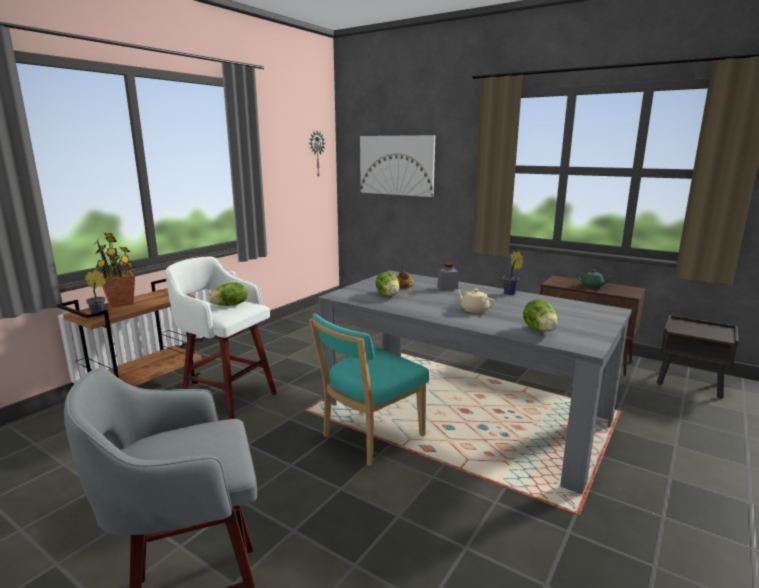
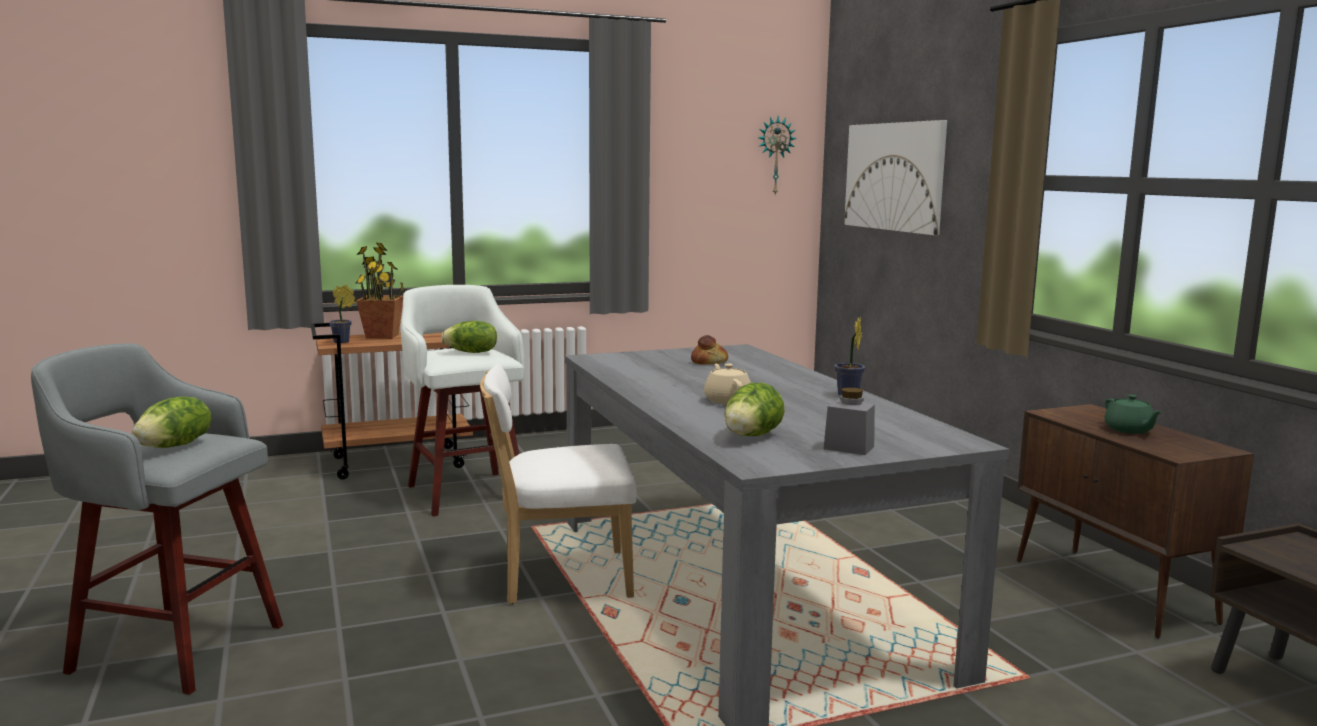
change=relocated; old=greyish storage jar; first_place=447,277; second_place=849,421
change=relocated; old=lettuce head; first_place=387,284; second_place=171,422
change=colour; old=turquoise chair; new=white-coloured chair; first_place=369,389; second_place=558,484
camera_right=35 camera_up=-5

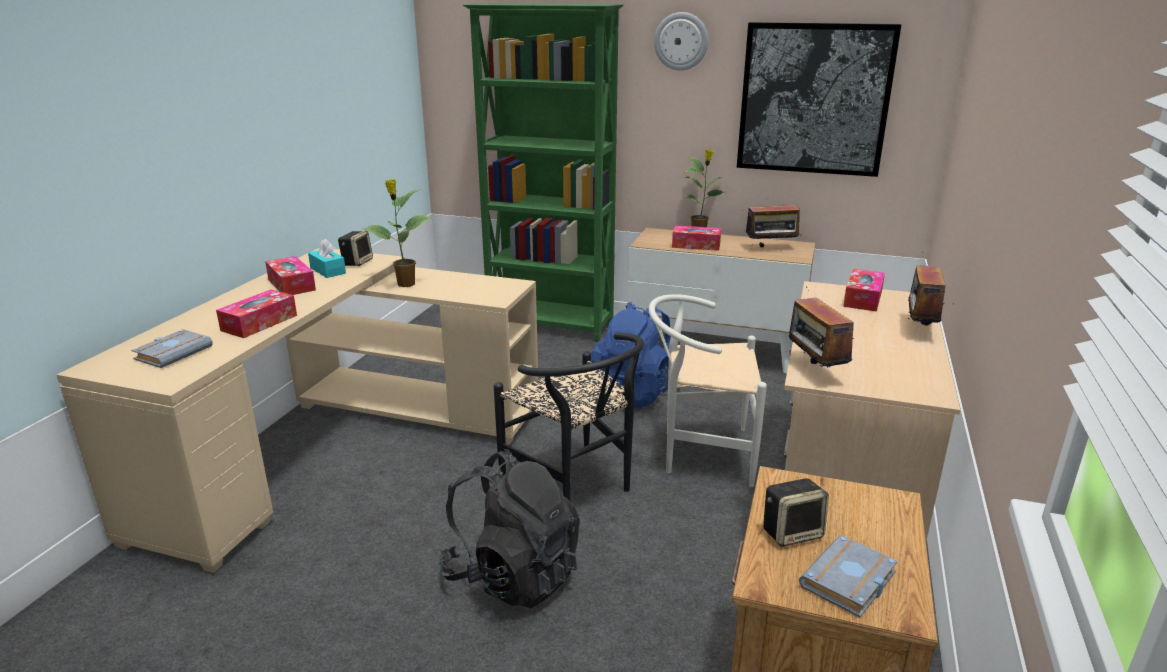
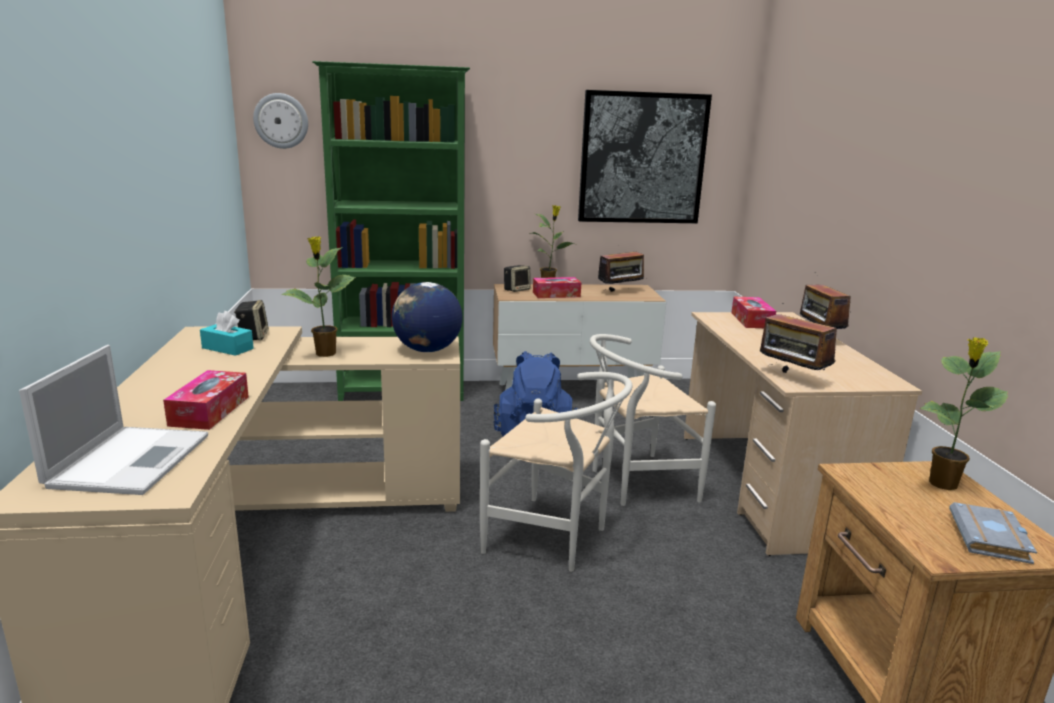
change=relocated; old=hanging clock; first_place=681,41; second_place=280,121
change=missing; old=box of tissues; first_place=290,275
change=exchanged; old=greyish bound book; new=laptop; first_place=172,348; second_place=113,420
change=colour; old=black chair; new=white-coloured chair; first_place=569,416; second_place=556,472
change=missing; old=black knapsack; first_place=509,528
change=relocated; old=speaker; first_place=796,512; second_place=517,278
change=appeared; new=desk globe; second_place=427,317
change=appeared; new=potted plant; second_place=964,413
camera_right=-25 camera_up=-5

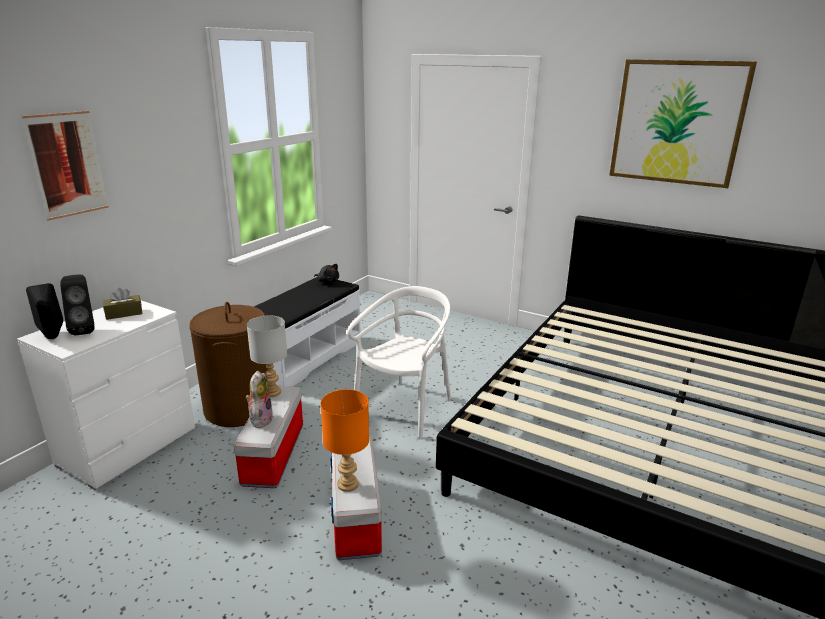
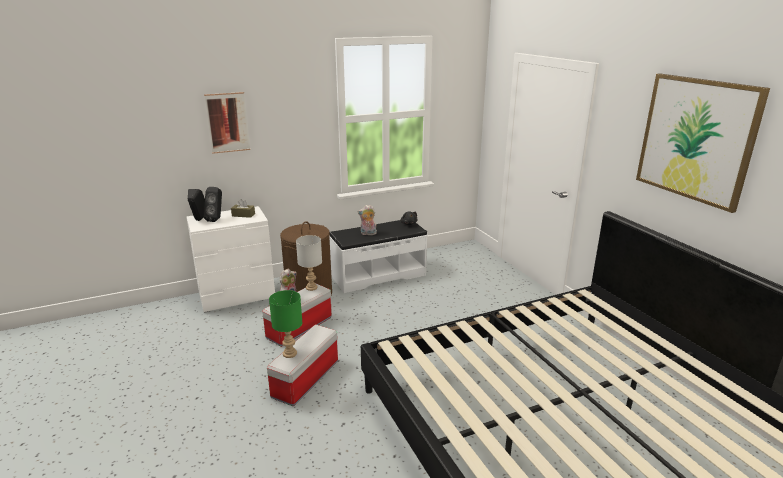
change=missing; old=white-coloured chair; first_place=399,362
change=colour; old=orange table lamp; new=green table lamp; first_place=345,440; second_place=285,324
change=appeared; new=cuddly toy; second_place=367,220
camera_right=35 camera_up=0

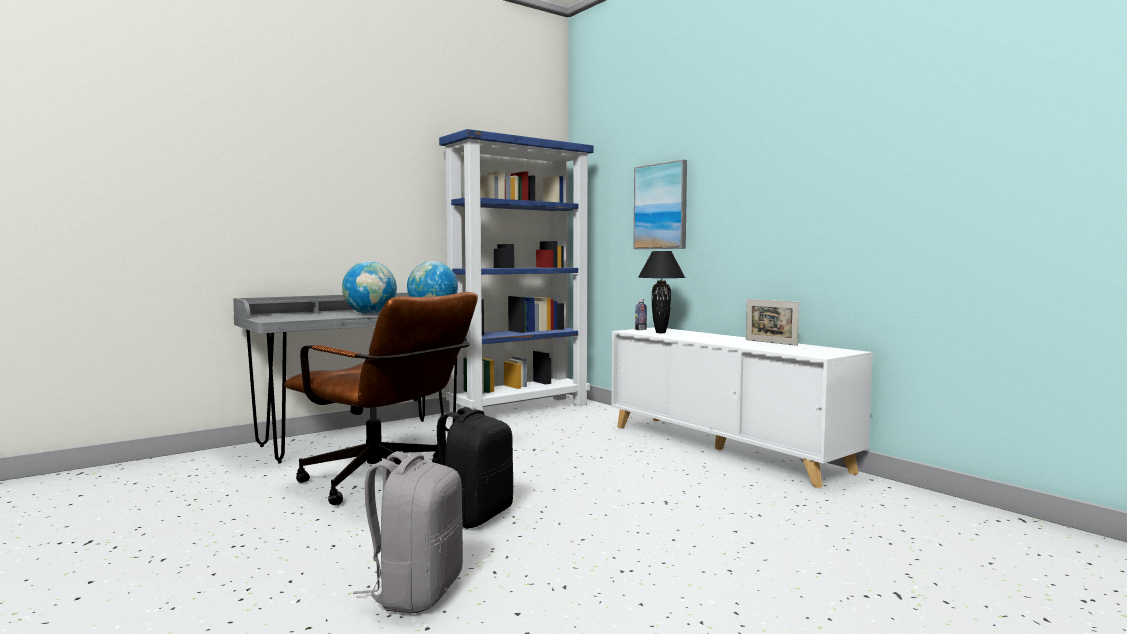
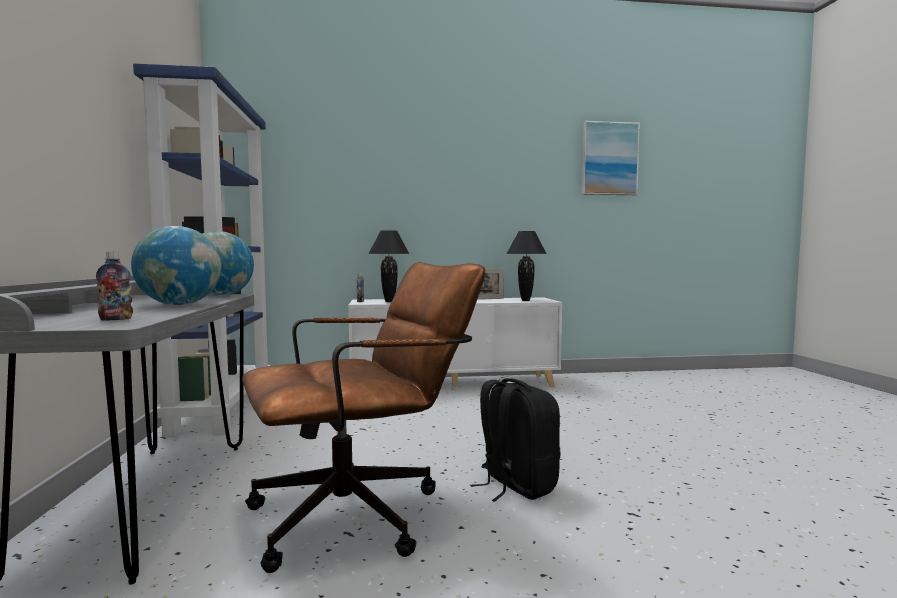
change=relocated; old=picture; first_place=660,204; second_place=611,158
change=missing; old=greyish knapsack; first_place=408,532
change=appeared; new=black table lamp; second_place=526,266
change=appeared; new=beverage bottle; second_place=114,286
camera_right=-60 camera_up=0

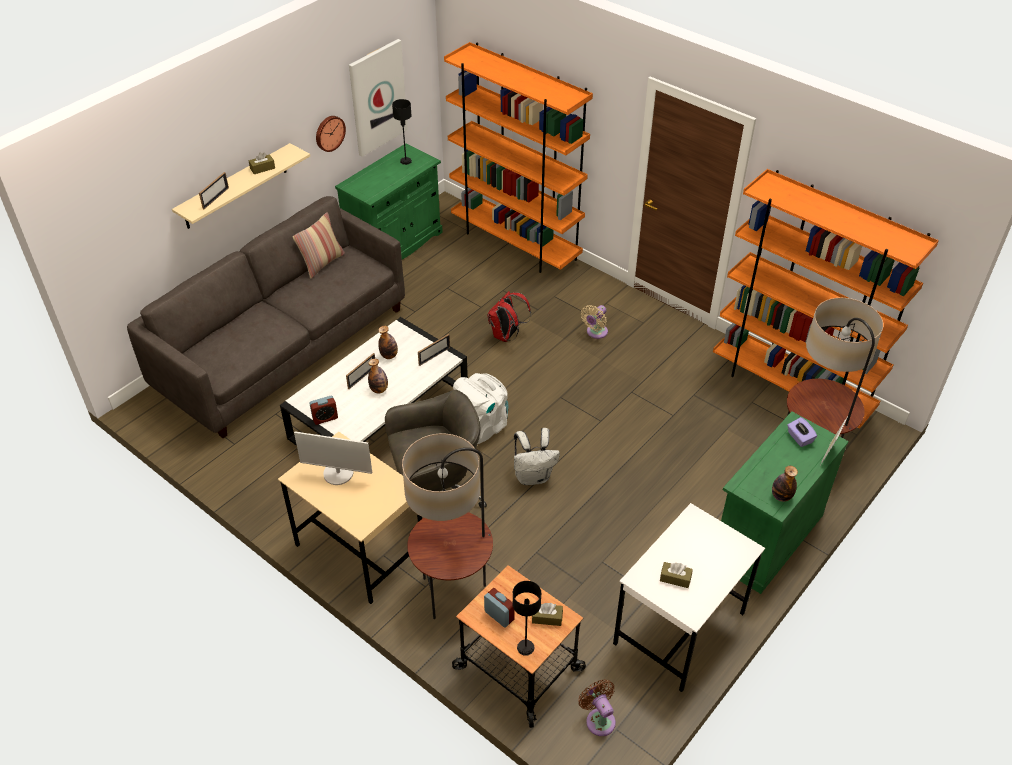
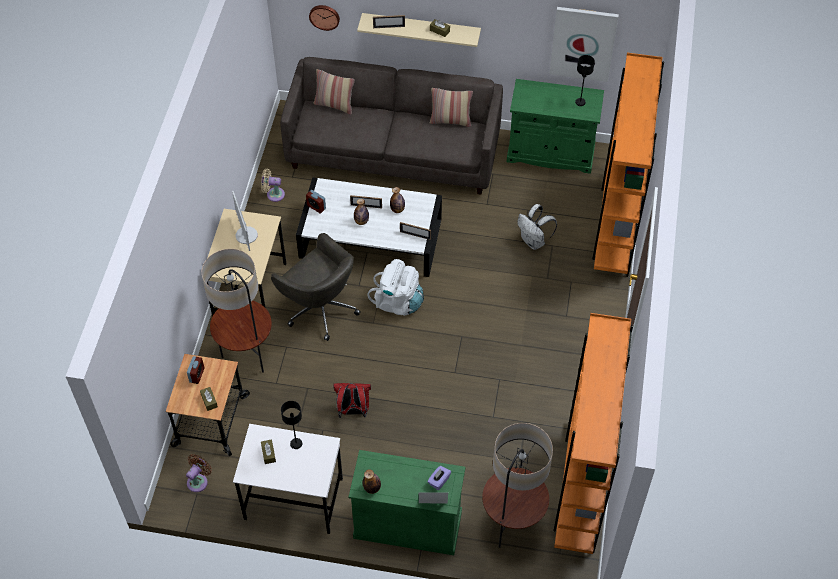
change=relocated; old=hanging clock; first_place=331,134; second_place=324,18
change=relocated; old=red knapsack; first_place=509,316; second_place=352,400
change=relocated; old=beige electric fan; first_place=594,322; second_place=273,185
change=relocated; old=white-coloured knapsack; first_place=537,456; second_place=537,227
change=relocated; old=black table lamp; first_place=526,618; second_place=291,425
change=appeared; new=pillow; second_place=334,92
camera_right=60 camera_up=10

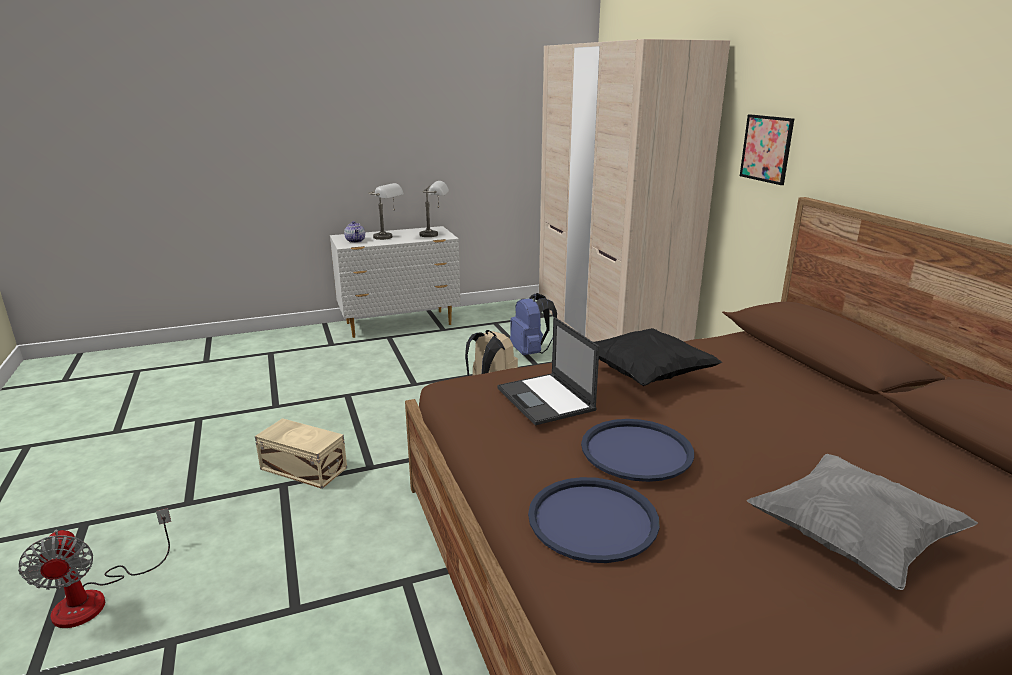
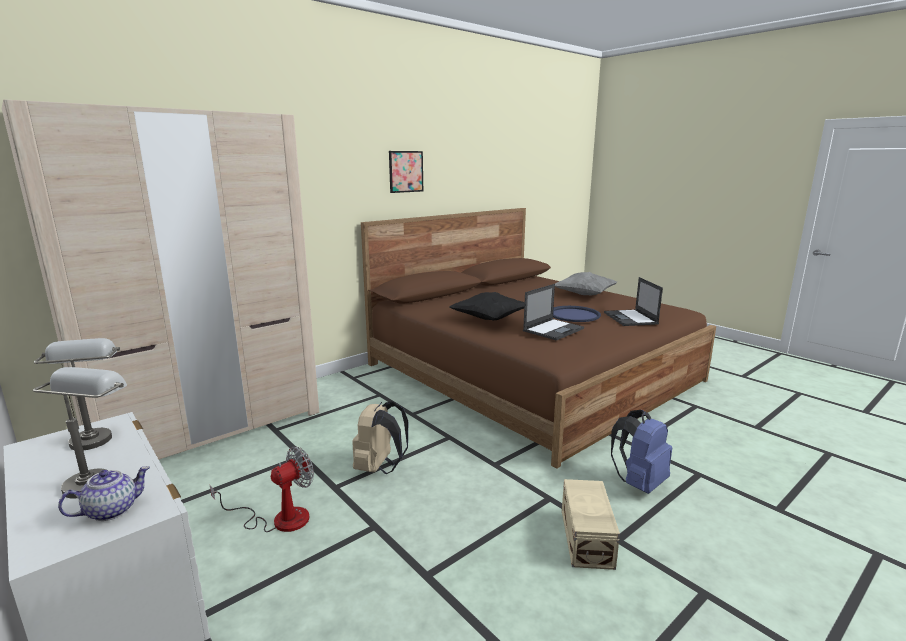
change=relocated; old=picture; first_place=767,149; second_place=406,172
change=relocated; old=bluish knapsack; first_place=533,324; second_place=641,452
change=exchanged; old=bluish carrying tray; new=laptop; first_place=594,520; second_place=633,301
change=relocated; old=electric fan; first_place=94,568; second_place=262,489
camera_right=-110 camera_up=-5

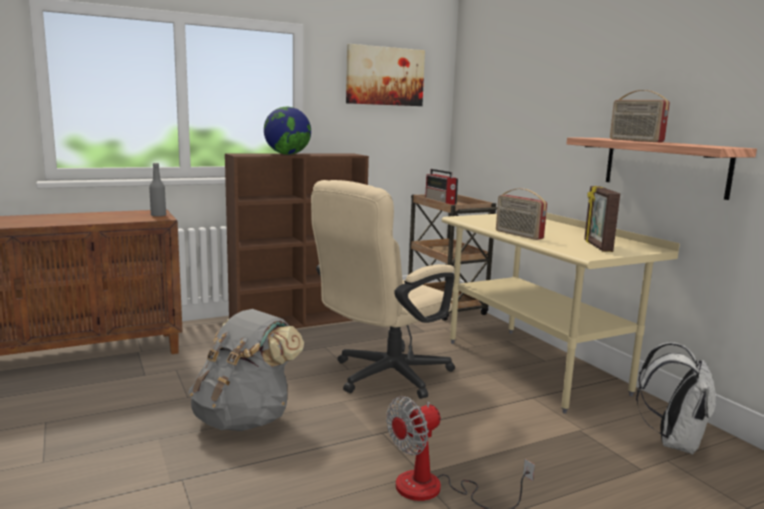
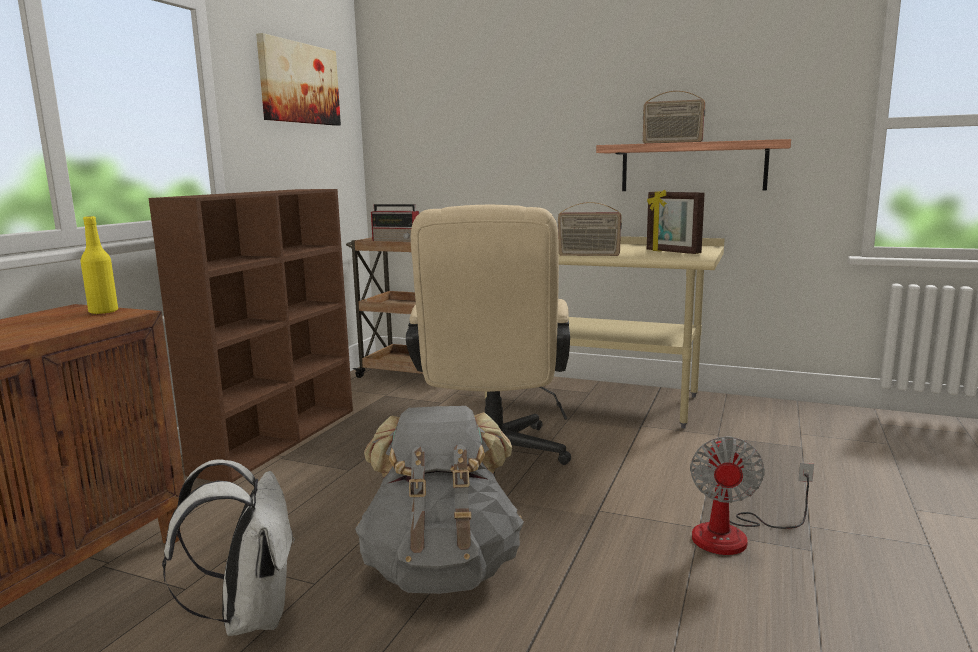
change=missing; old=desk globe; first_place=287,131
change=colour; old=greyish beverage bottle; new=yellow beverage bottle; first_place=157,190; second_place=99,265
change=relocated; old=white-coloured knapsack; first_place=676,398; second_place=228,547
camera_right=-40 camera_up=0

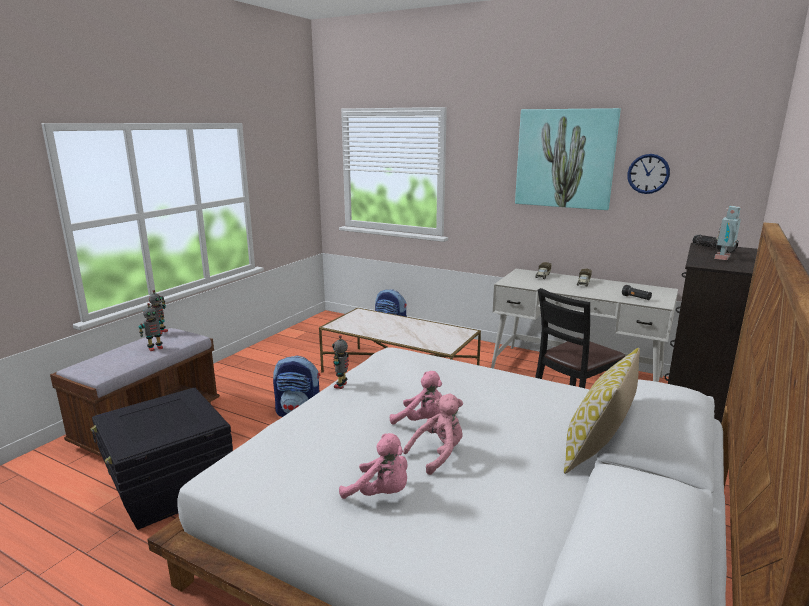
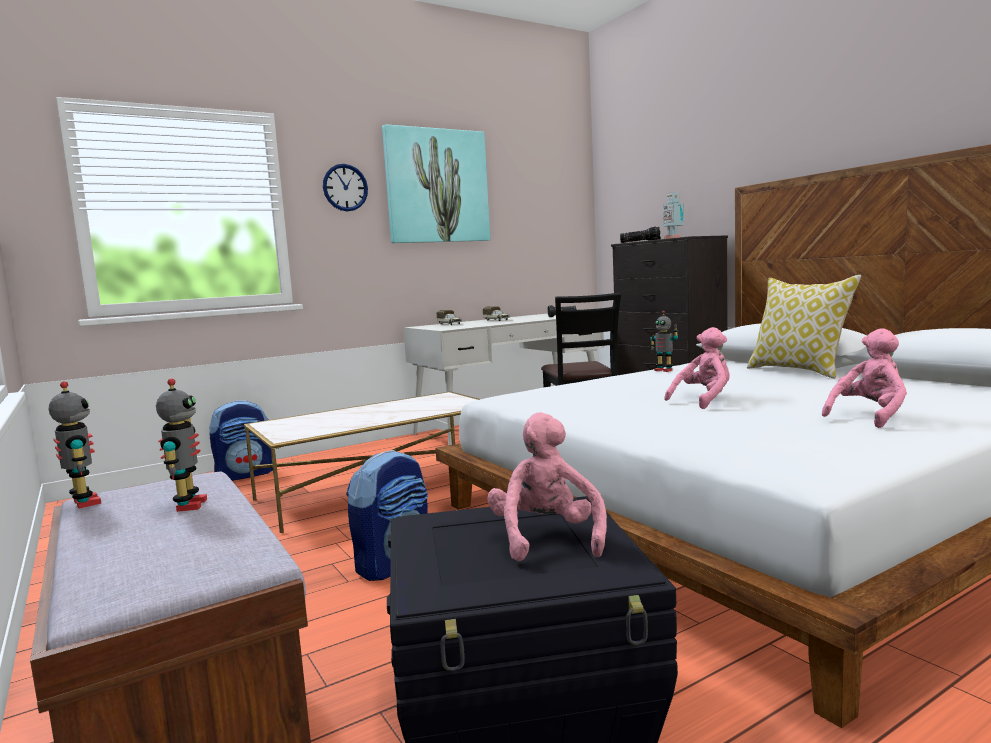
change=relocated; old=hanging clock; first_place=648,174; second_place=345,187
change=relocated; old=model robot; first_place=340,362; second_place=664,341
change=relocated; old=pink cuddly toy; first_place=433,434; second_place=547,486
camera_right=-60 camera_up=-10

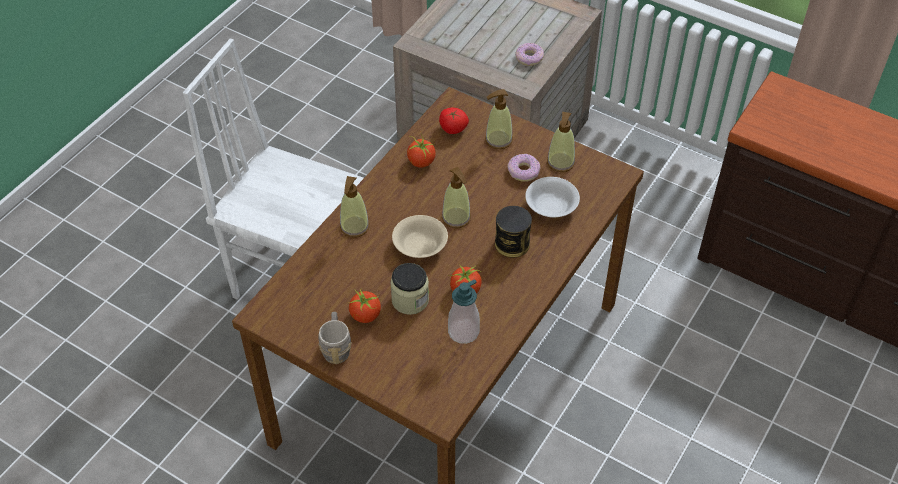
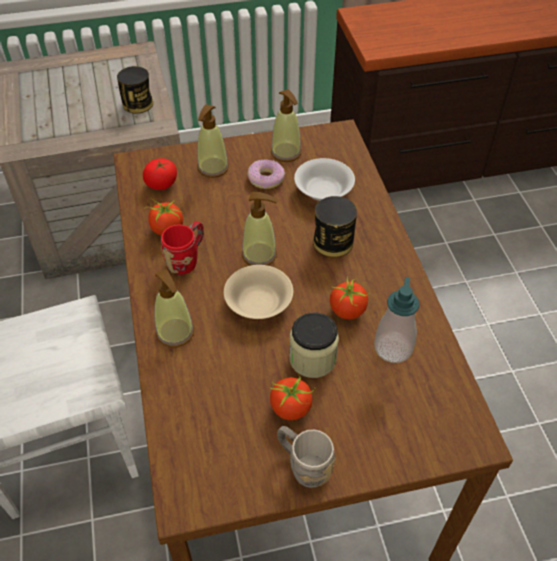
change=exchanged; old=doughnut; new=sealed can; first_place=529,54; second_place=135,89
change=appeared; new=red tea mug; second_place=182,248
camera_right=-45 camera_up=0

